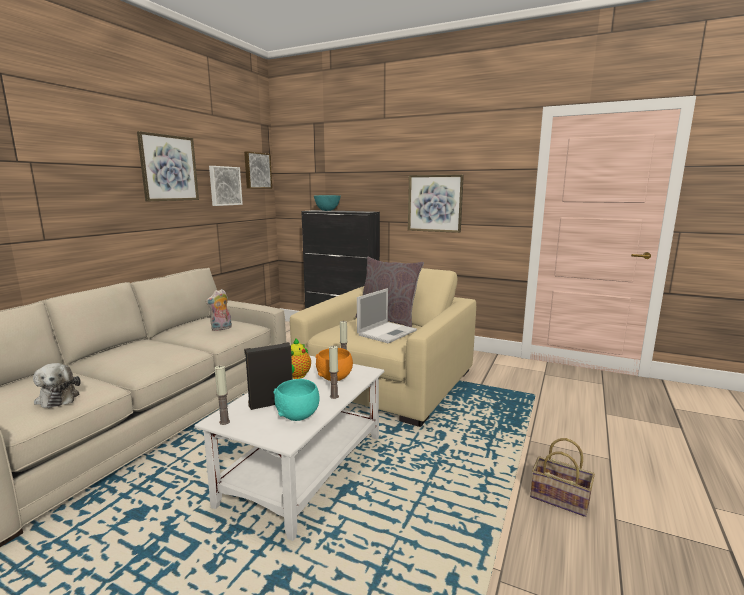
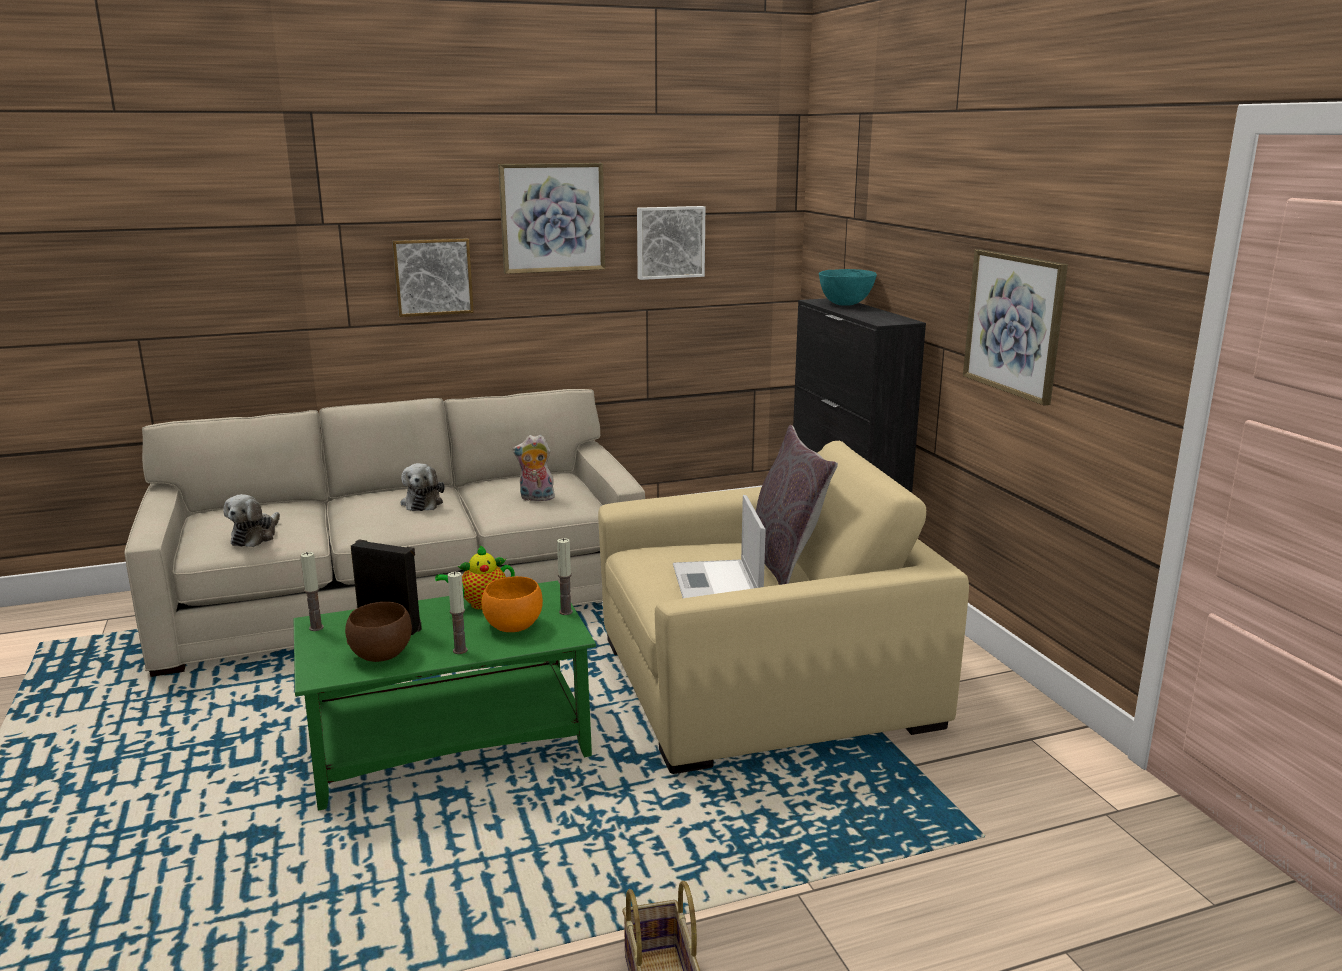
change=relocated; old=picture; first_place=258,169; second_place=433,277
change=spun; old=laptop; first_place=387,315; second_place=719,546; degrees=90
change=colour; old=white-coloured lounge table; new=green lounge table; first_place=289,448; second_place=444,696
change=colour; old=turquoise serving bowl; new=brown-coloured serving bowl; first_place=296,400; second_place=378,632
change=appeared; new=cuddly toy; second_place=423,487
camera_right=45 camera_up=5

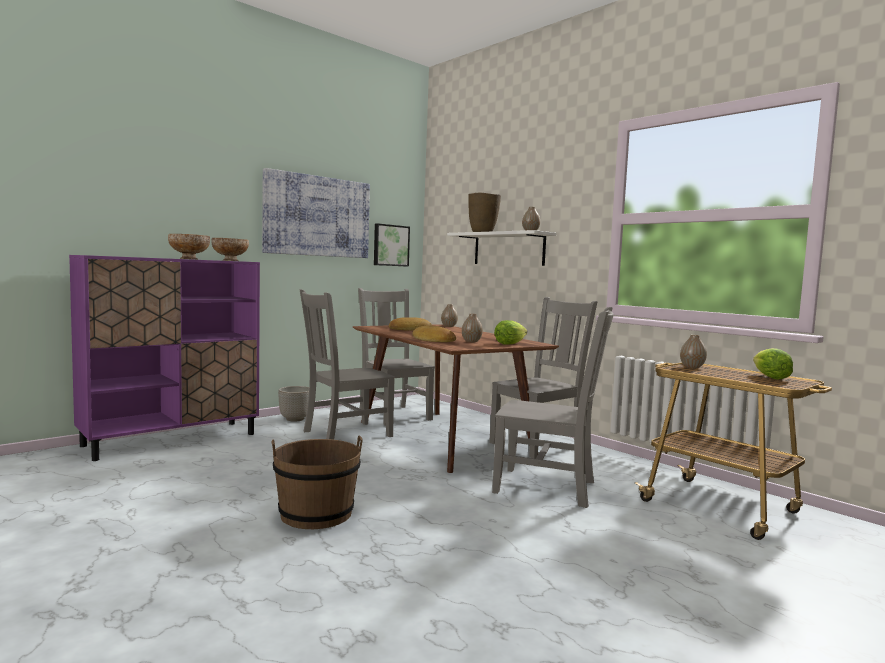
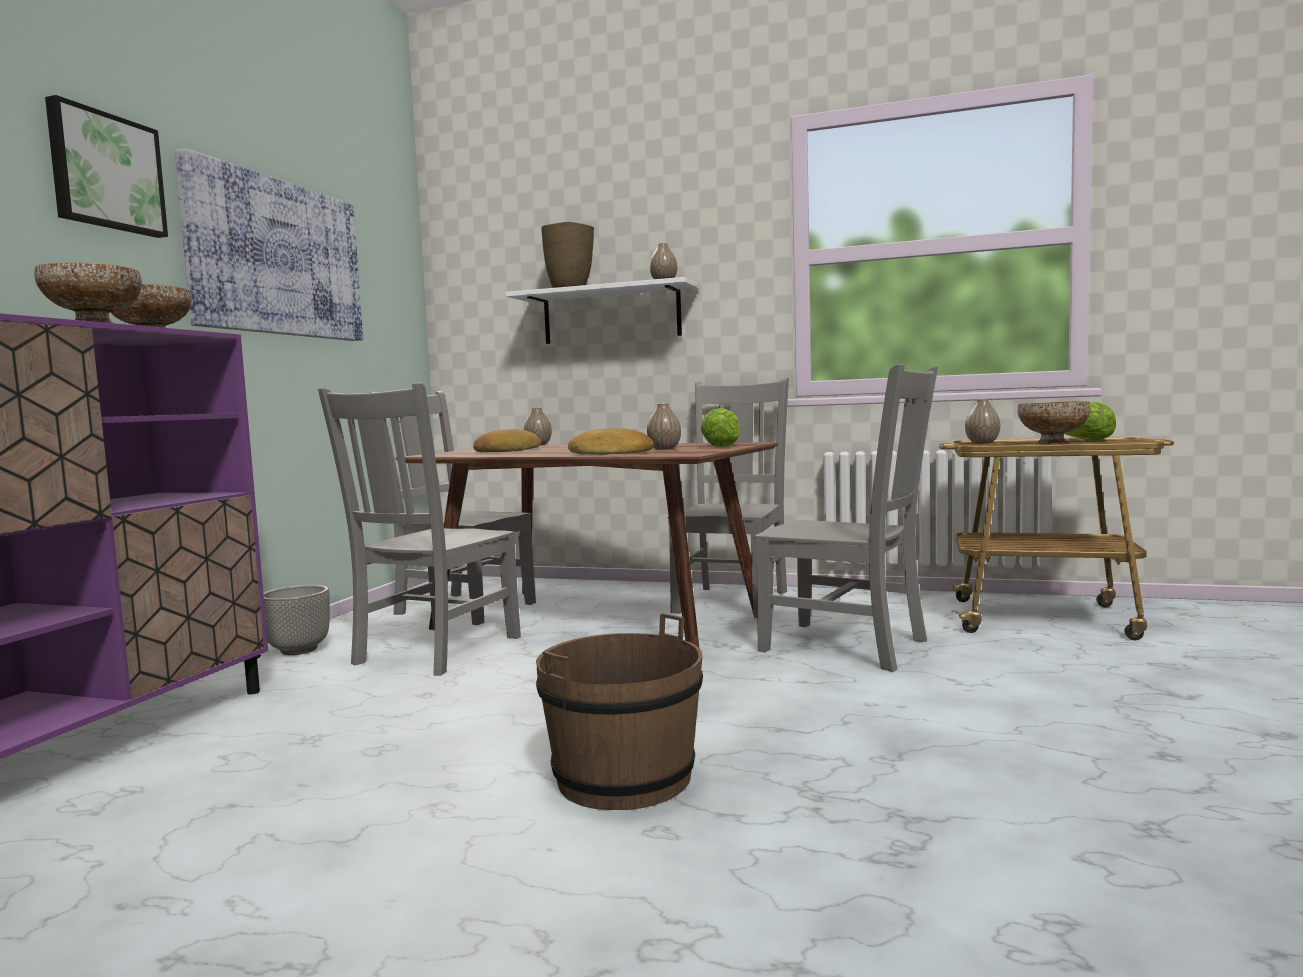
change=relocated; old=picture; first_place=392,245; second_place=106,166
change=spun; old=greyish chair; first_place=553,407; second_place=846,518; degrees=45
change=appeared; new=serving bowl; second_place=1054,422
camera_right=-30 camera_up=0

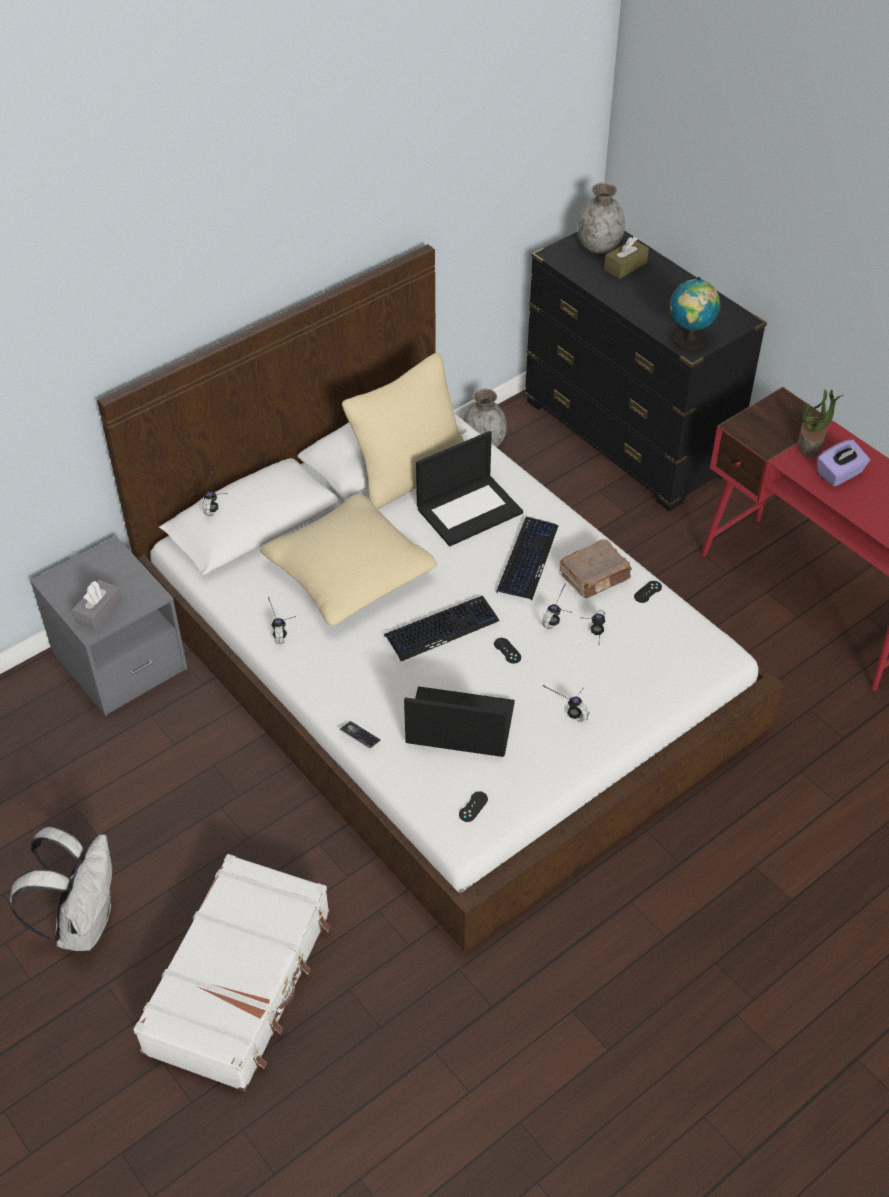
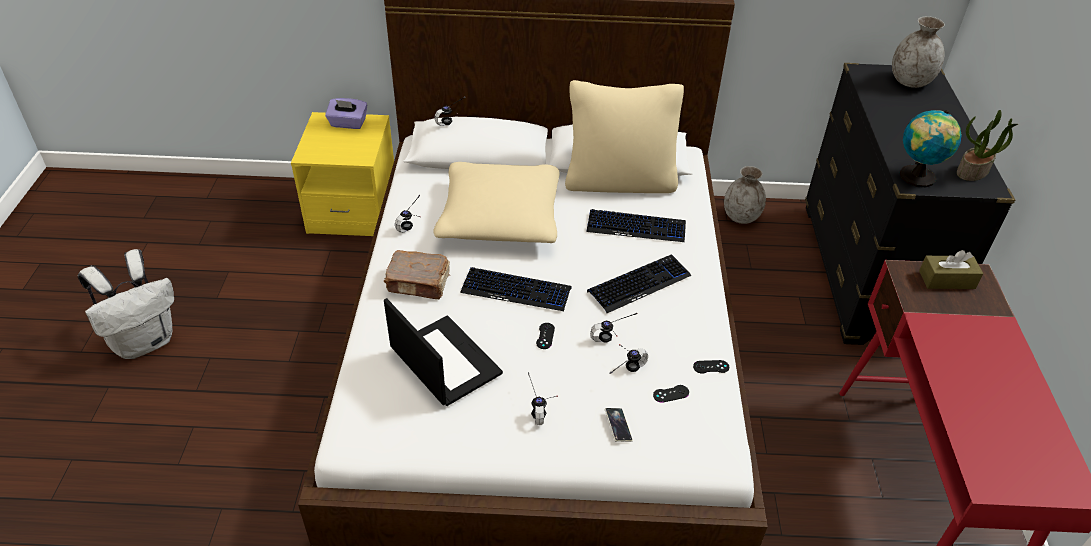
change=relocated; old=brown-coloured box of tissues; first_place=626,257; second_place=951,269
change=relocated; old=potted plant; first_place=821,423; second_place=987,145
change=exchanged; old=laptop; new=PC keyboard; first_place=469,488; second_place=636,225
change=relocated; old=purple-coloured box of tissues; first_place=843,463; second_place=346,113
change=colour; old=greyish night table; new=yellow night table; first_place=108,626; second_place=342,174
change=relocated; old=brown-coloured bound book; first_place=596,568; second_place=417,275
change=missing; old=greyish box of tissues; first_place=97,605
change=relocated; old=telephone; first_place=360,735; second_place=619,425
change=relocated; old=black game controller; first_place=473,806; second_place=671,394
change=missing; old=white-coloured travel case; first_place=232,973
camera_right=40 camera_up=-5

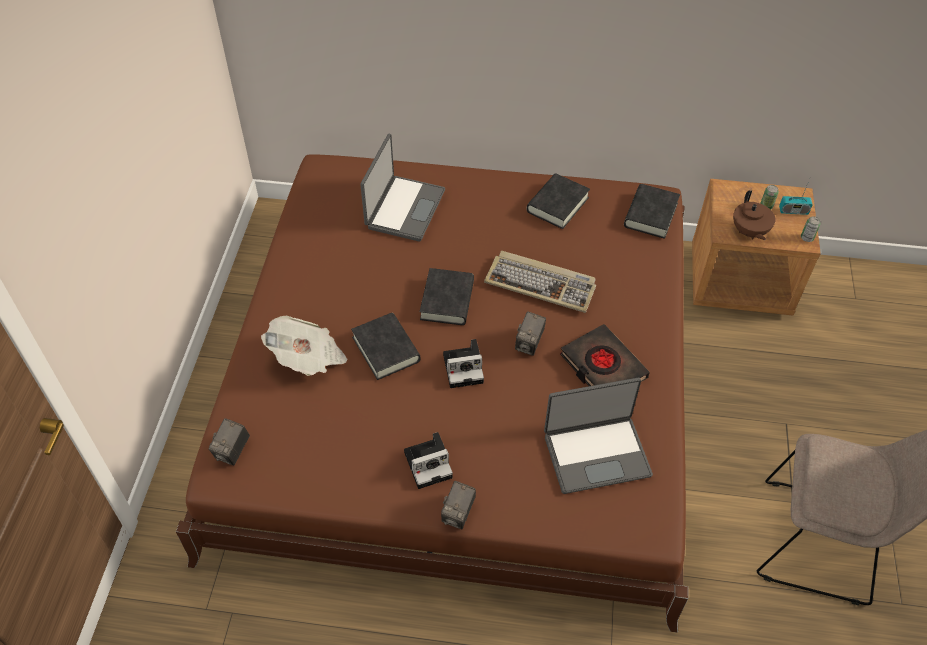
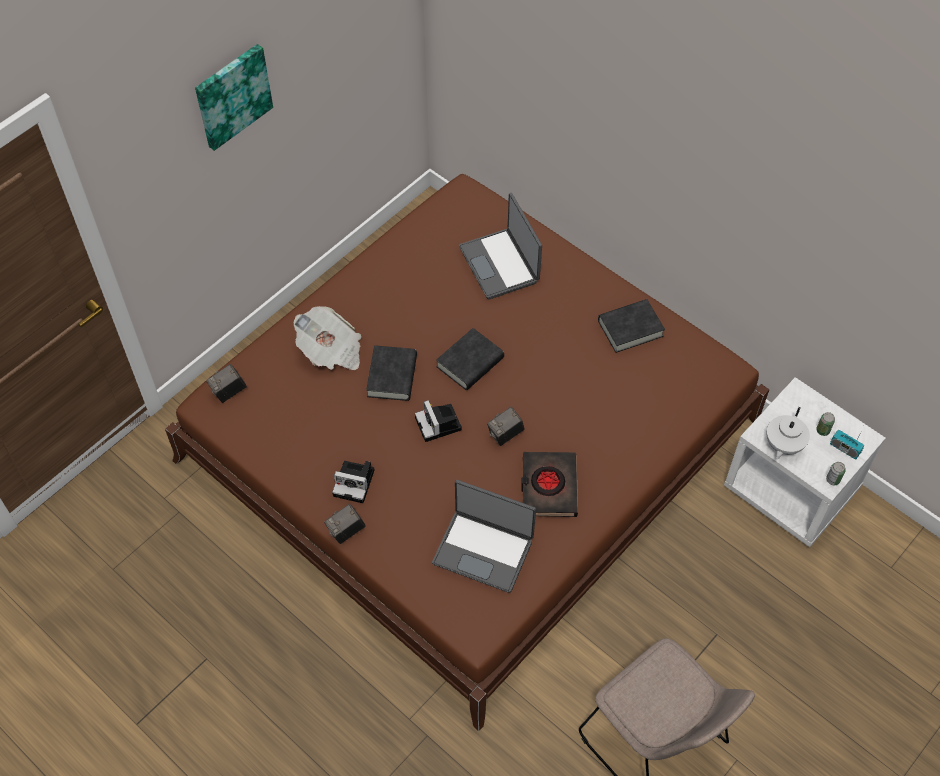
change=spun; old=laptop; first_place=403,187; second_place=500,246; degrees=105
change=colour; old=brown-coloured night table; new=white-coloured night table; first_place=756,247; second_place=805,462
change=missing; old=black bound book; first_place=652,211
change=colour; old=brown-coloured pot for tea; new=white-coloured pot for tea; first_place=754,215; second_place=788,433
change=missing; old=PC keyboard; first_place=540,282
change=spun; old=photo camera; first_place=463,363; second_place=438,421; degrees=45
change=appeared; new=picture; second_place=234,97
camera_right=35 camera_up=5

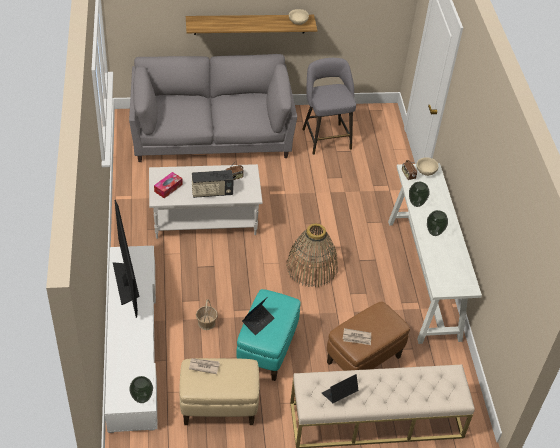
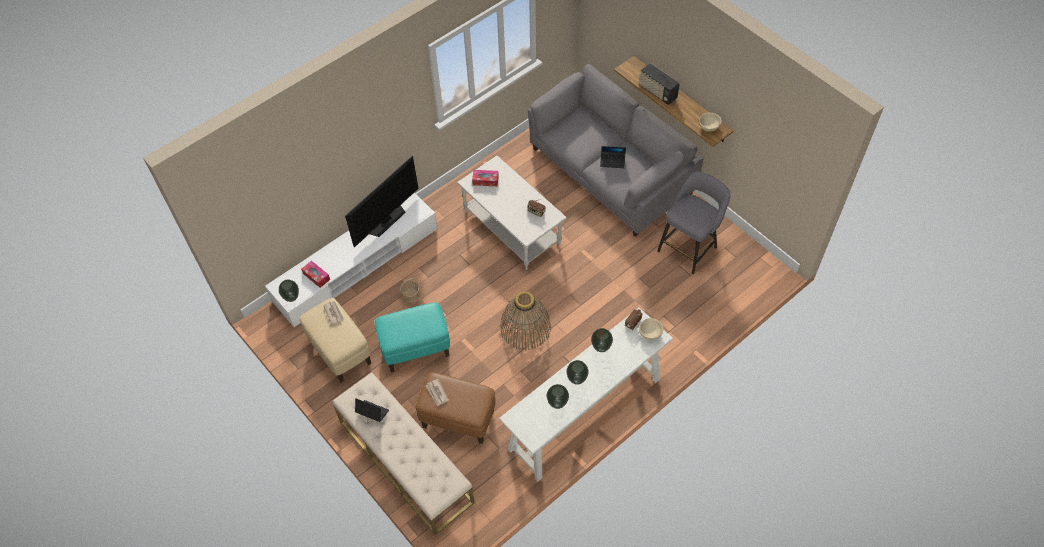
change=relocated; old=radio set; first_place=213,184; second_place=659,84
change=relocated; old=laptop; first_place=258,316; second_place=613,157
change=appeared; new=box of tissues; second_place=315,274
change=appeared; new=flower vase; second_place=557,396
camera_right=60 camera_up=10

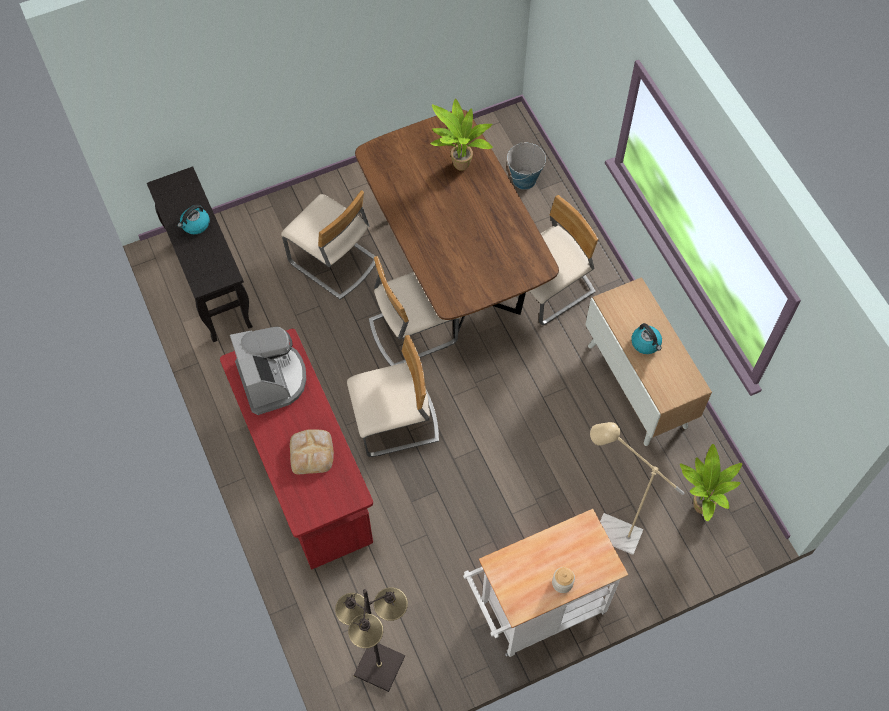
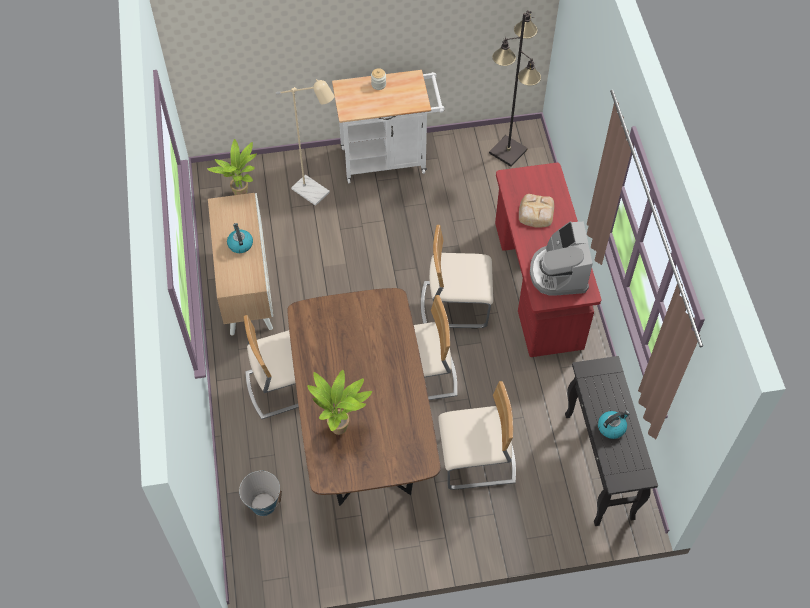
change=spun; old=beige chair; first_place=328,245; second_place=477,435; degrees=120
camera_right=-165 camera_up=-5

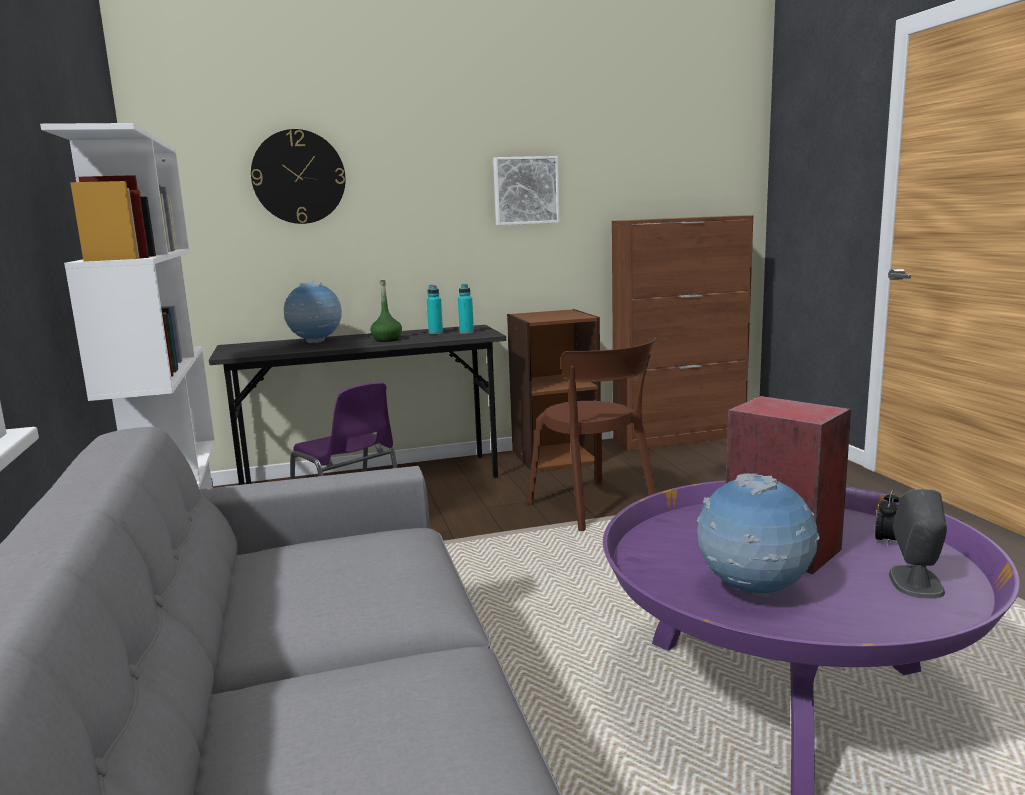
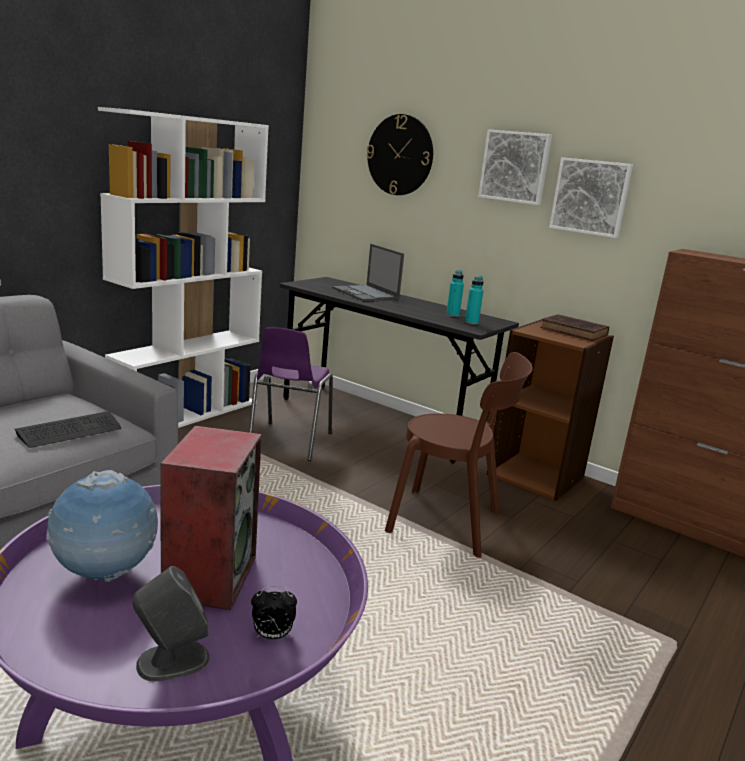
change=missing; old=green beverage bottle; first_place=386,311
change=exchanged; old=desk globe; new=laptop; first_place=313,312; second_place=368,272
change=spun; old=brown-coloured chair; first_place=591,434; second_place=459,455; degrees=-90
change=appeared; new=picture; second_place=515,167
change=appeared; new=brown-coloured bound book; second_place=574,327
change=appeared; new=PC keyboard; second_place=68,429
camera_right=50 camera_up=5

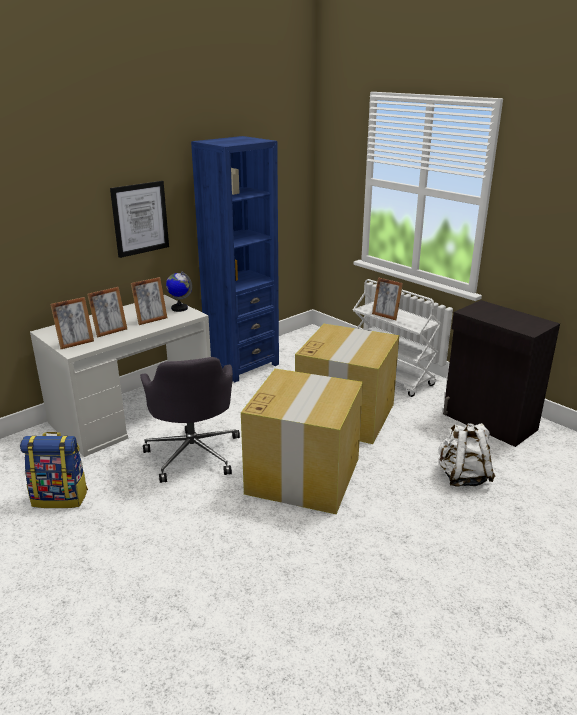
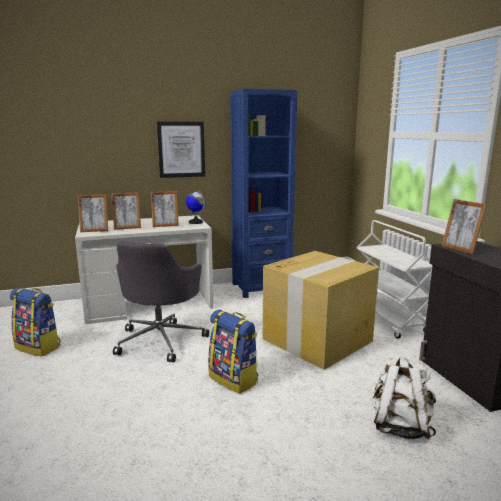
change=relocated; old=picture frame; first_place=387,298; second_place=464,227
change=exchanged; old=cardboard box; new=knapsack; first_place=302,441; second_place=233,352
camera_right=25 camera_up=-10

